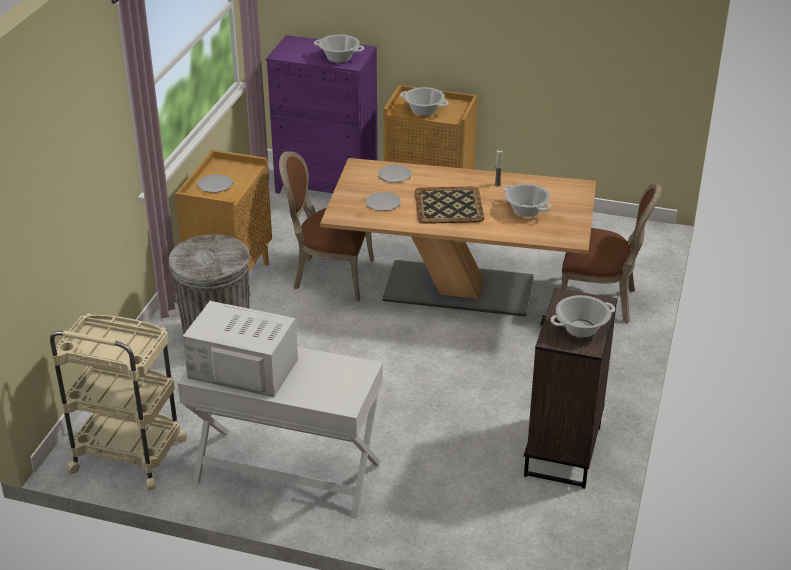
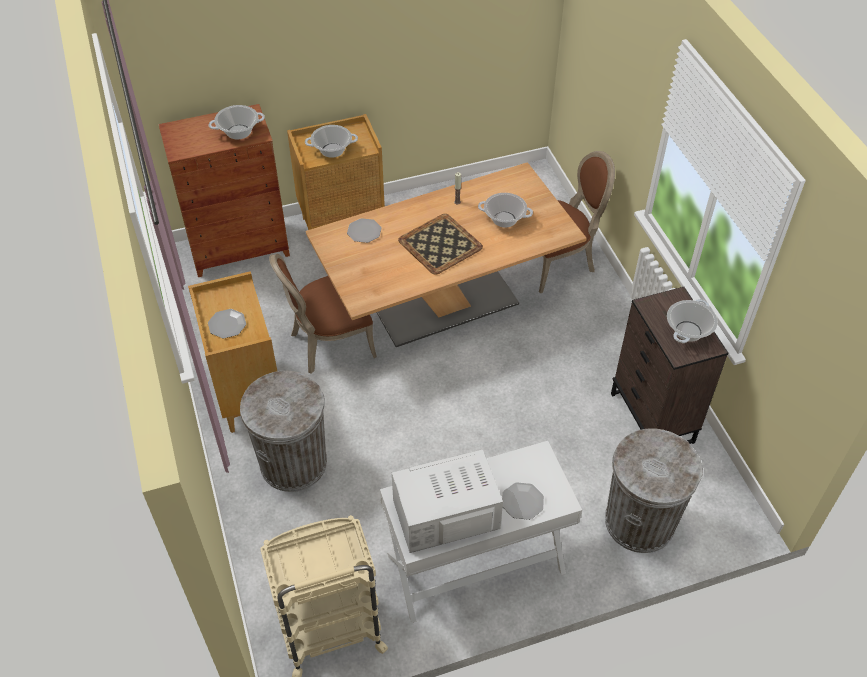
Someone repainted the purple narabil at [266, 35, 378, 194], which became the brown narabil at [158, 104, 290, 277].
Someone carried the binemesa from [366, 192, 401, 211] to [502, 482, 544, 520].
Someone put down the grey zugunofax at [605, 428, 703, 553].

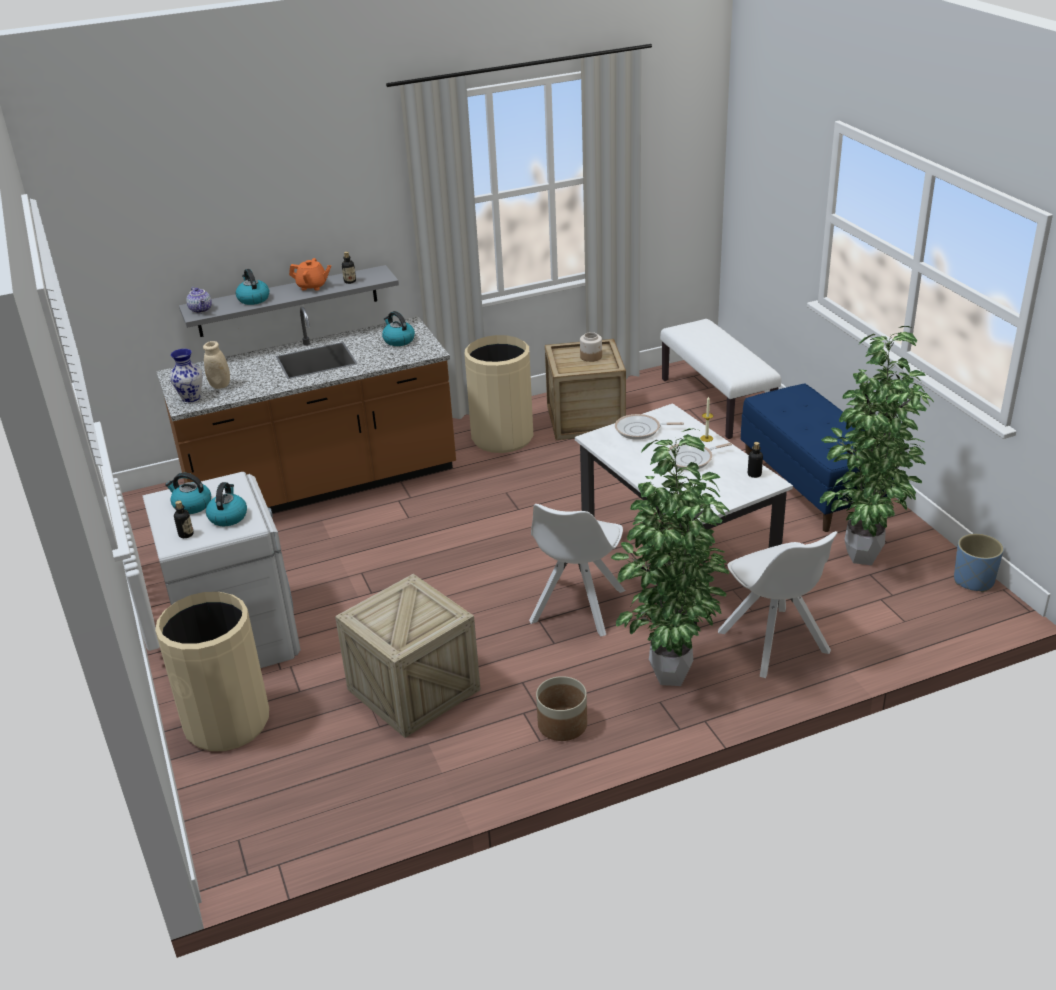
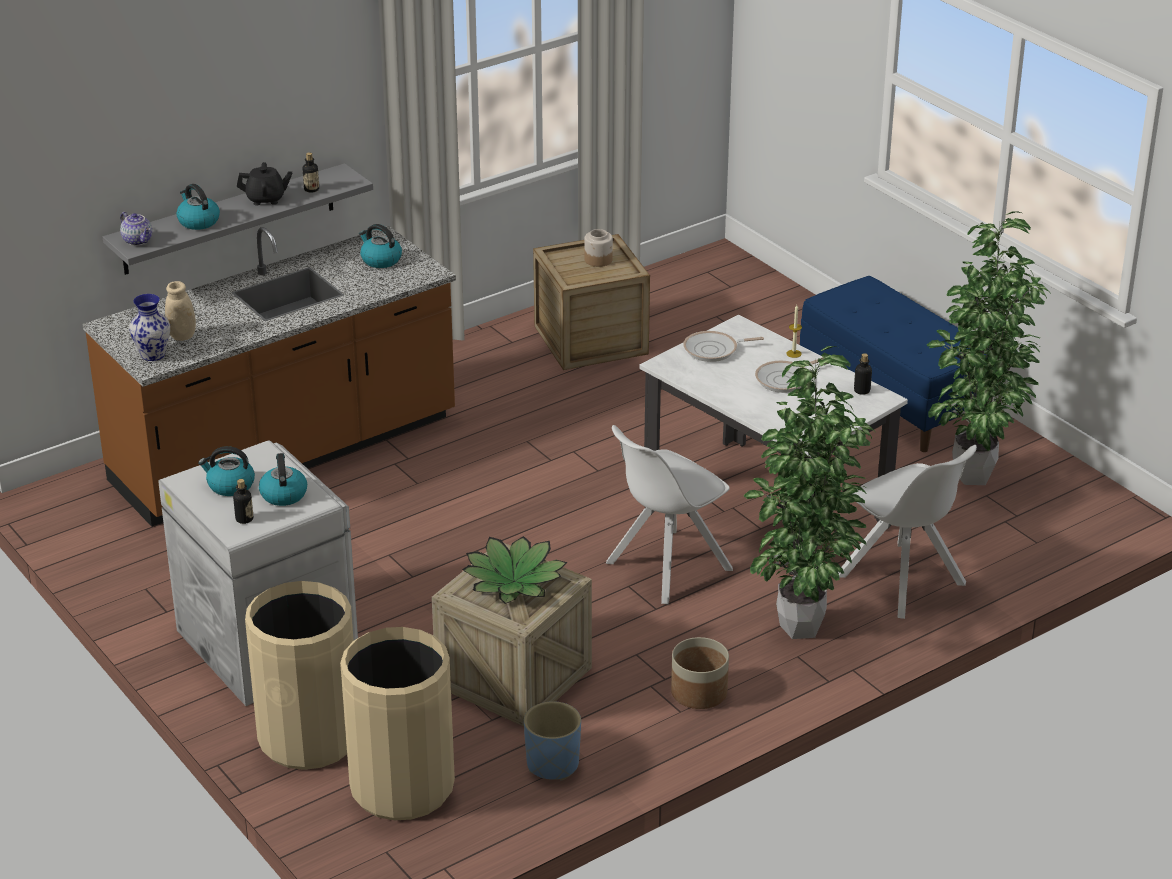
Someone repainted the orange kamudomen at [289, 258, 331, 291], which became the black kamudomen at [237, 162, 292, 206].
Someone carried the beige zugunofax from [465, 335, 534, 453] to [340, 627, 455, 820].
Someone put down the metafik at [462, 536, 568, 604].
Someone carried the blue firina from [954, 534, 1004, 592] to [524, 701, 581, 780].
Someone rotated the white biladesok at [529, 504, 625, 636] by 45 degrees clockwise.
Someone took away the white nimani at [660, 319, 781, 439].

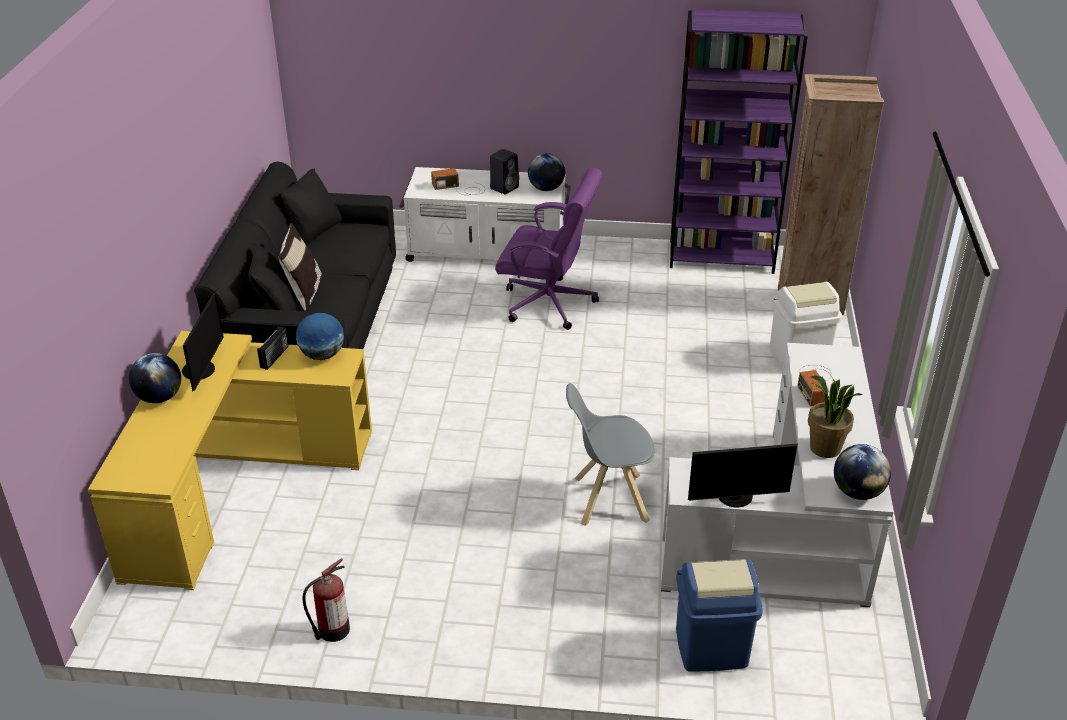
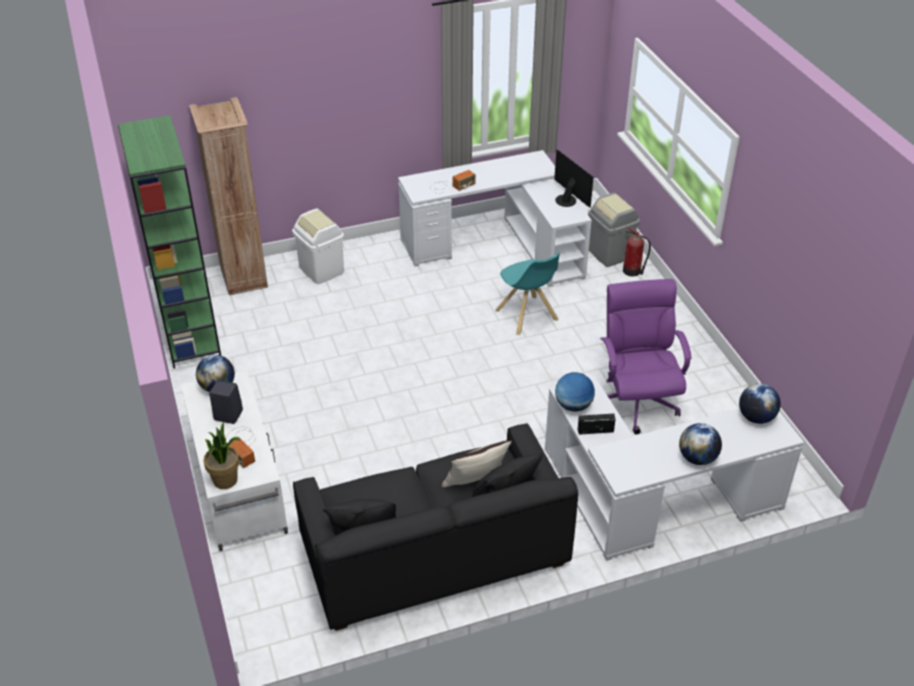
Someone repainted the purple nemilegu at [670, 9, 808, 274], which became the green nemilegu at [118, 115, 221, 368].
Someone carried the metafik from [808, 376, 863, 458] to [203, 422, 241, 489].
Someone repainted the grey biladesok at [566, 383, 655, 526], which became the turquoise biladesok at [495, 253, 560, 335].
Someone repainted the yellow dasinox at [88, 331, 372, 590], which became the white dasinox at [545, 377, 804, 560].
Someone repainted the blue zugunofax at [676, 559, 763, 672], which became the grey zugunofax at [588, 193, 640, 267].
Someone carried the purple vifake from [495, 168, 602, 330] to [600, 279, 691, 435].
Someone carried the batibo from [303, 558, 350, 642] to [623, 226, 651, 277].
Someone carried the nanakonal from [834, 444, 891, 500] to [739, 383, 781, 424].
Someone took away the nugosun at [182, 292, 223, 392].

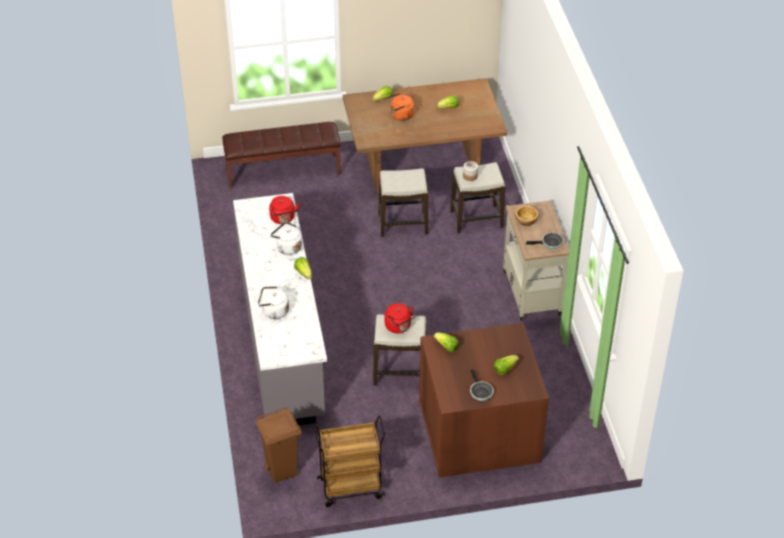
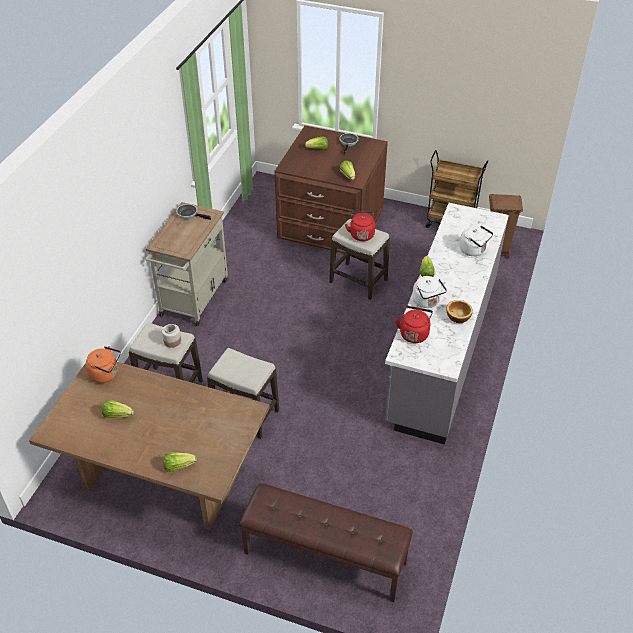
Someone carried the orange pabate from [388, 93, 414, 121] to [86, 346, 121, 383].
Someone carried the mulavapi from [515, 206, 538, 226] to [446, 300, 473, 323].

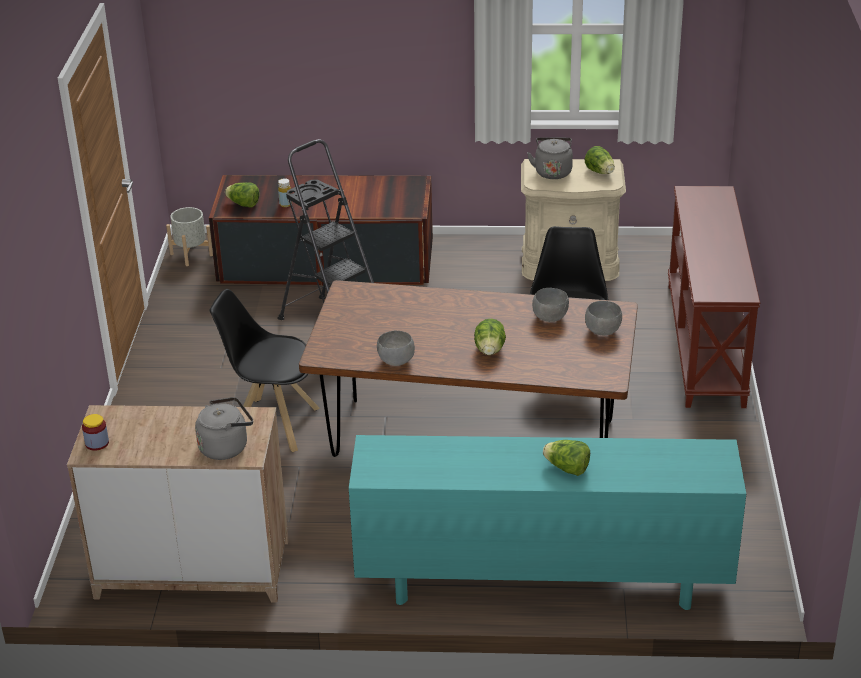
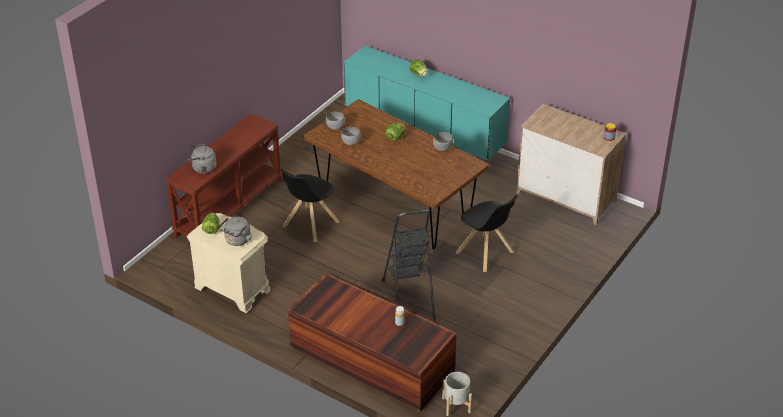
Someone carried the grey pabate from [195, 397, 253, 460] to [188, 144, 216, 174].
Someone took away the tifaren at [225, 182, 259, 208].

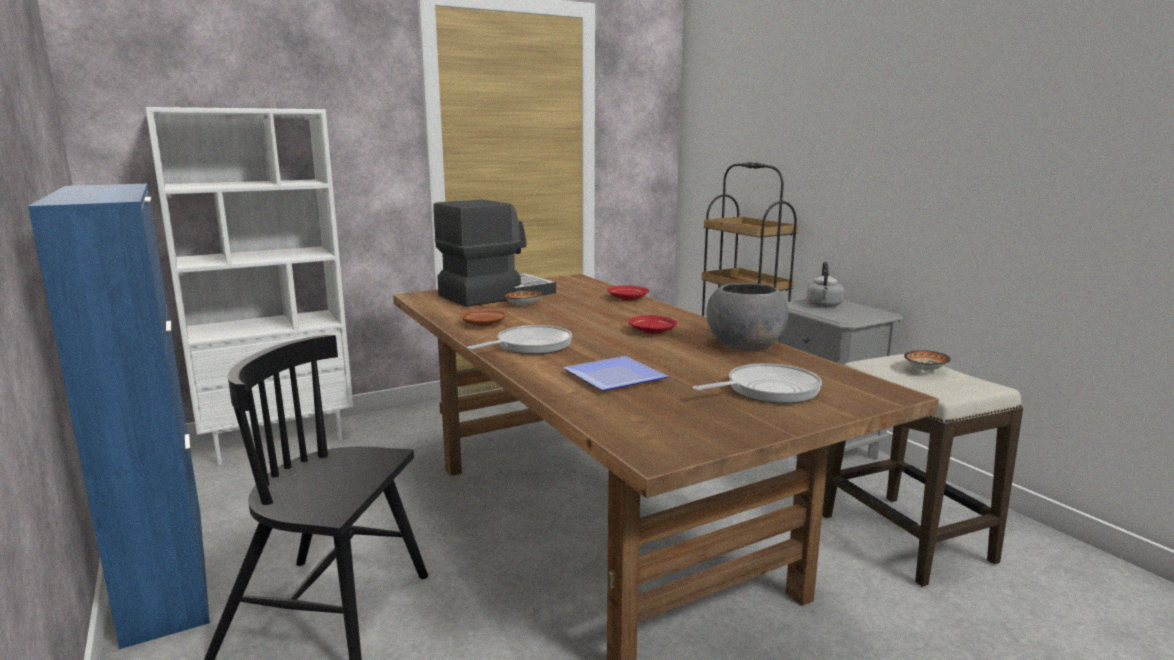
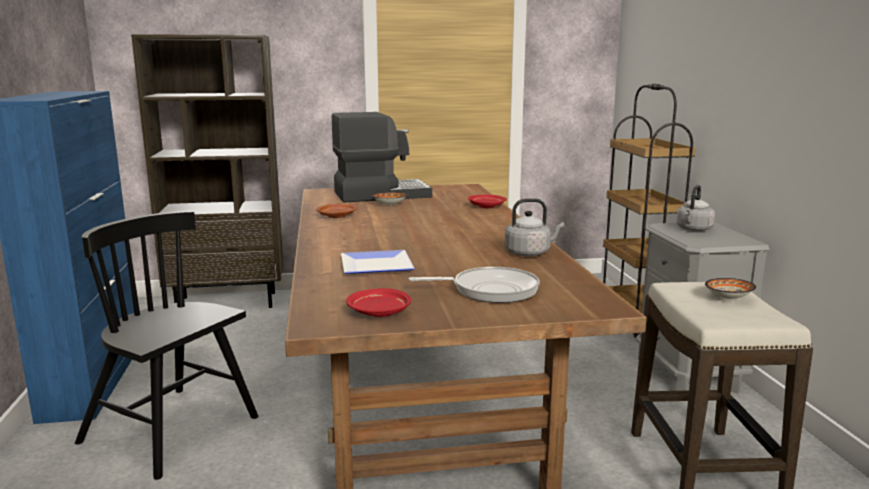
Someone repainted the white nemilegu at [145, 107, 353, 465], which became the brown nemilegu at [131, 34, 283, 308].
Someone carried the red binemesa from [628, 315, 678, 334] to [346, 288, 411, 317].
Someone swapped the grey mulavapi at [707, 283, 789, 351] for the grey pabate at [505, 198, 564, 256].
Someone took away the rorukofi at [467, 325, 572, 354].

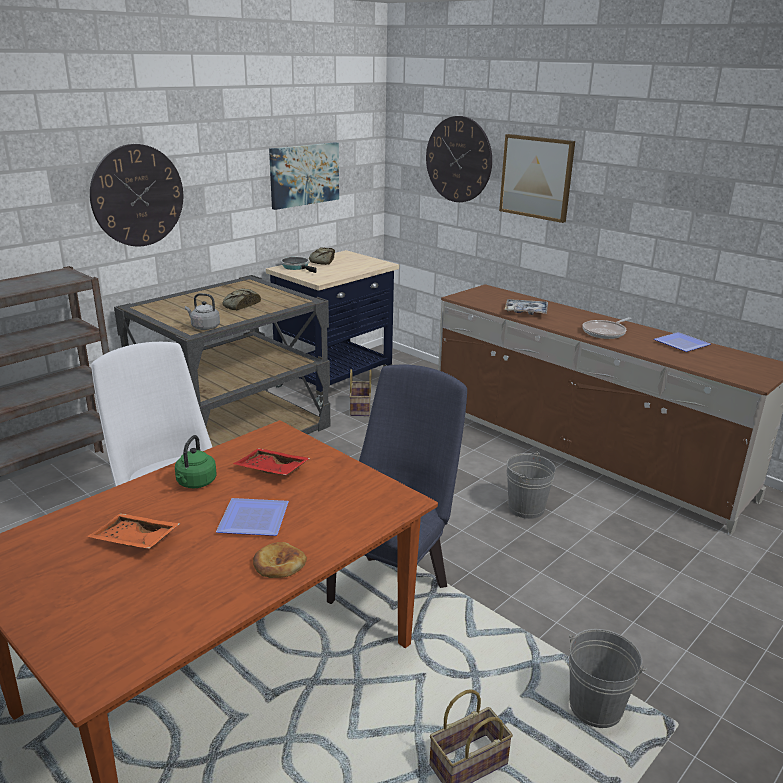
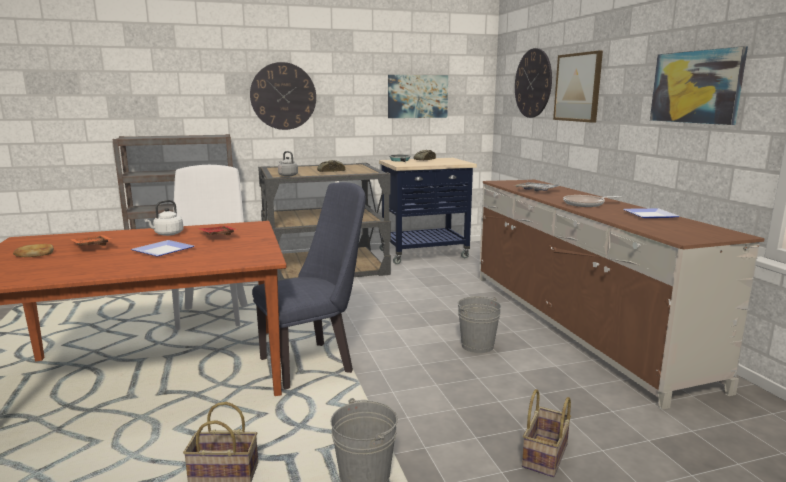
Someone carried the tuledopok from [253, 542, 307, 578] to [13, 244, 54, 257].
Someone repainted the green pabate at [175, 435, 217, 488], which became the white pabate at [145, 200, 183, 236].
Someone carried the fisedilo from [349, 369, 371, 416] to [522, 389, 571, 477].
Someone put up the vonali at [650, 46, 748, 125].

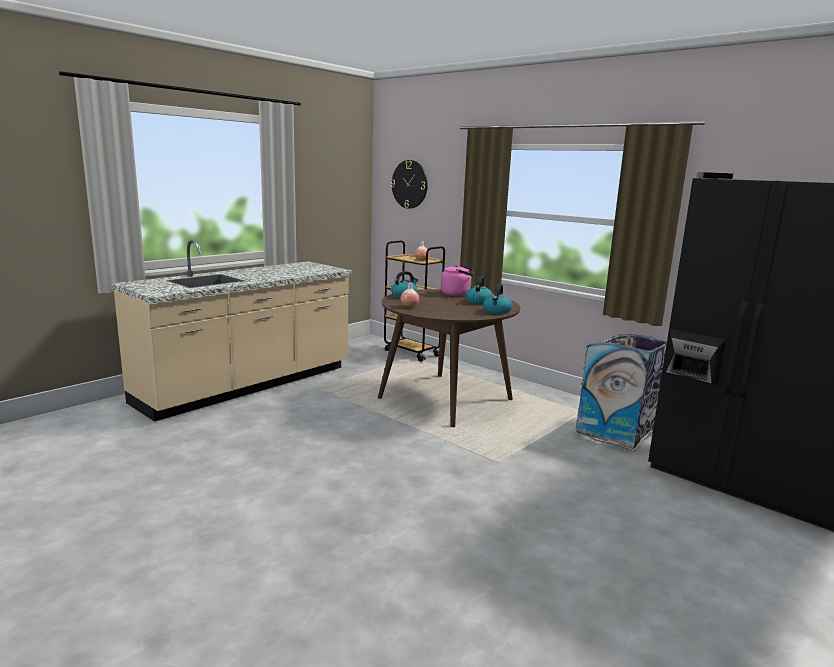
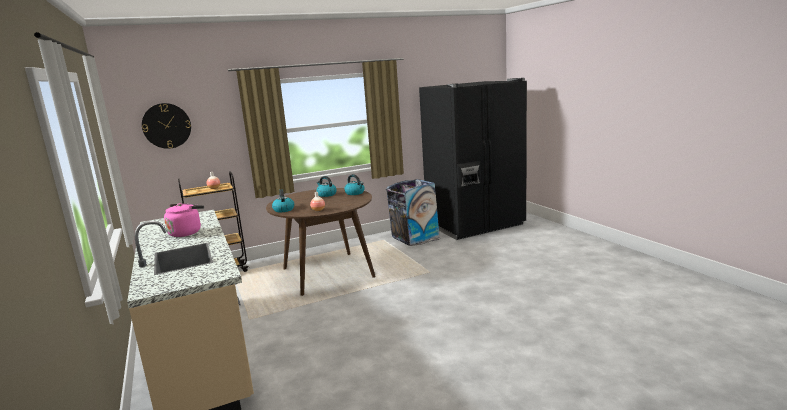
Someone carried the pink pabate from [441, 265, 474, 296] to [164, 203, 204, 237].

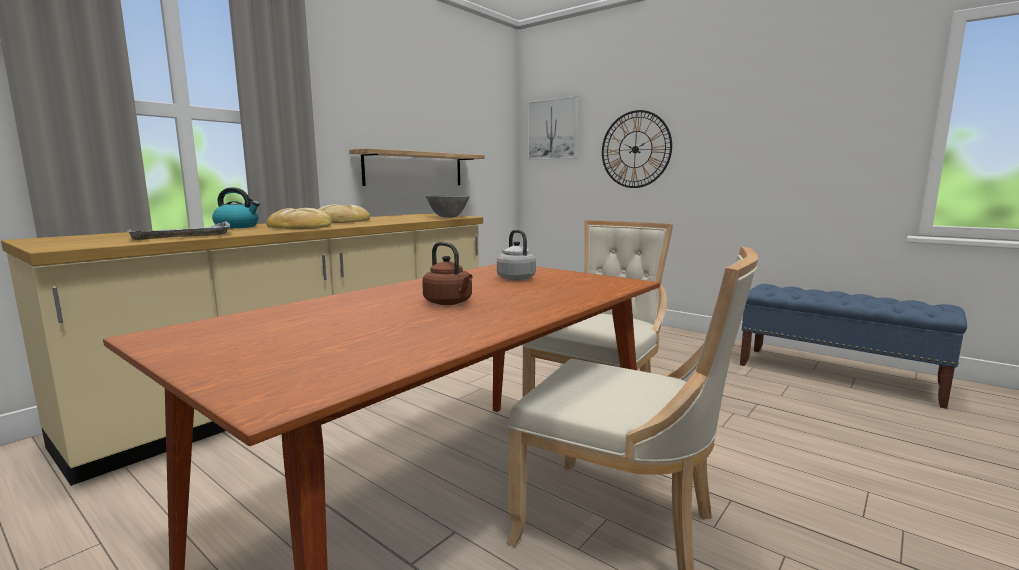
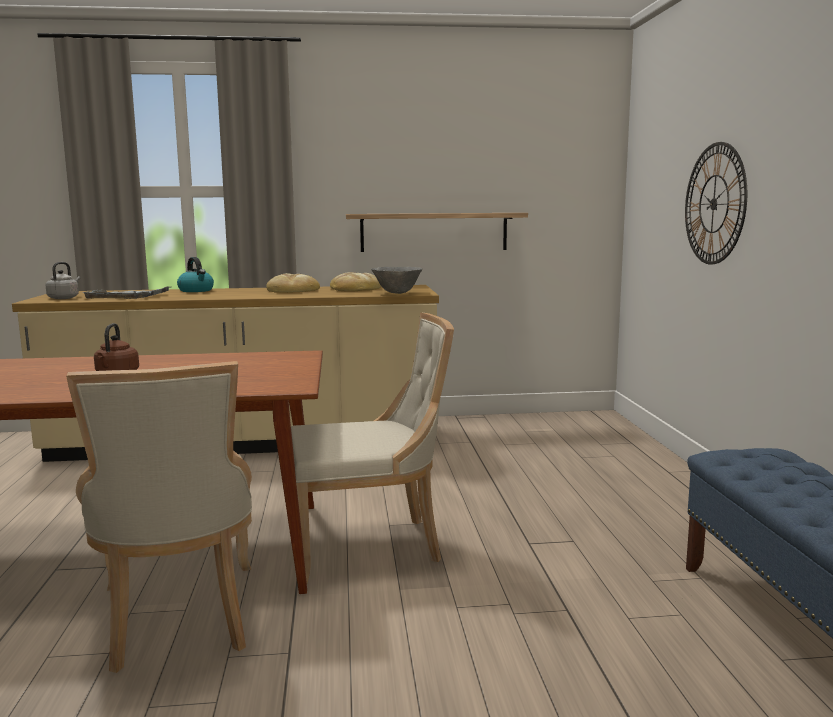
Someone carried the grey pabate from [497, 230, 536, 281] to [45, 262, 81, 299].
Someone carried the tuledopok from [266, 208, 332, 229] to [330, 272, 381, 292].
Someone took away the vonali at [528, 96, 579, 160].

